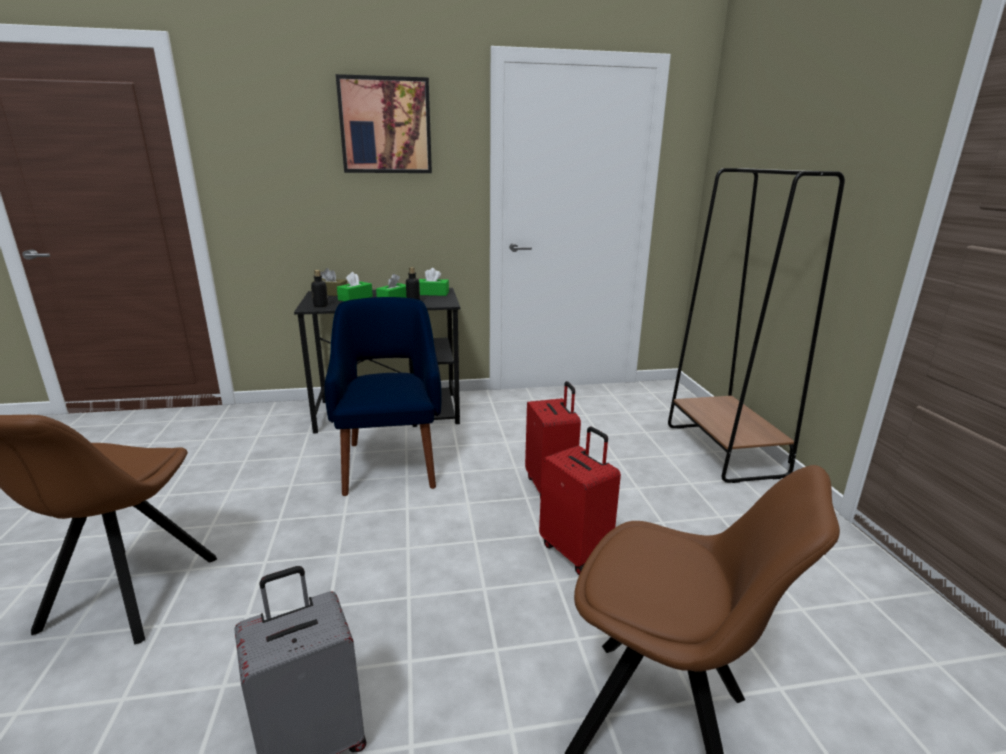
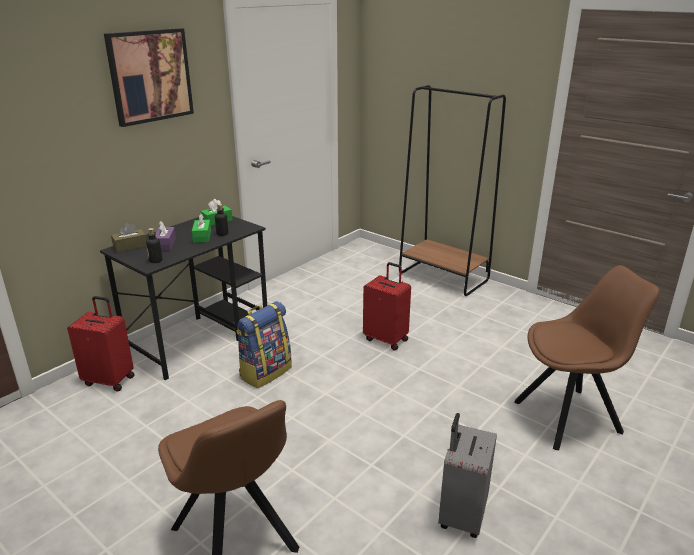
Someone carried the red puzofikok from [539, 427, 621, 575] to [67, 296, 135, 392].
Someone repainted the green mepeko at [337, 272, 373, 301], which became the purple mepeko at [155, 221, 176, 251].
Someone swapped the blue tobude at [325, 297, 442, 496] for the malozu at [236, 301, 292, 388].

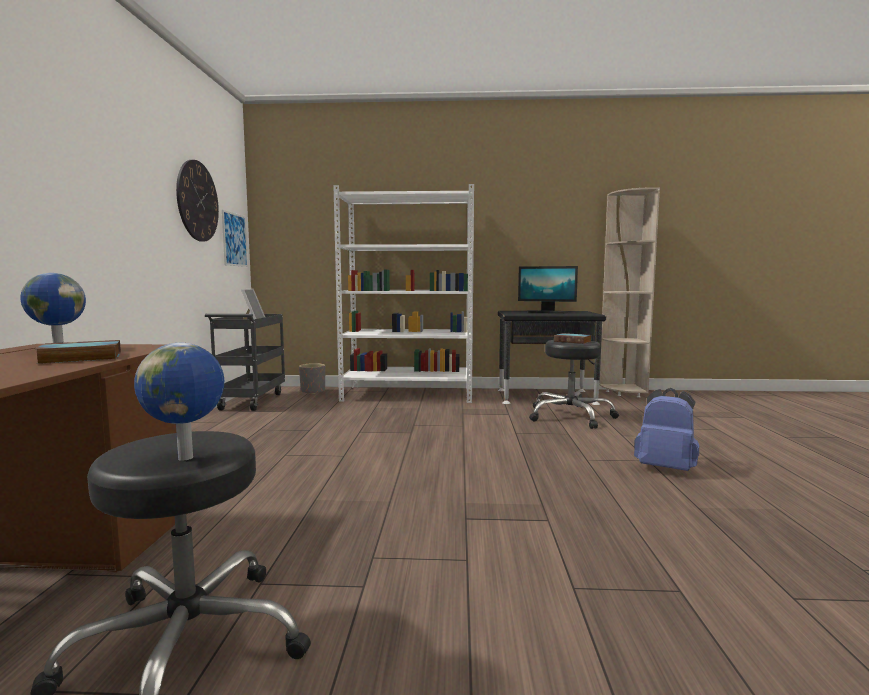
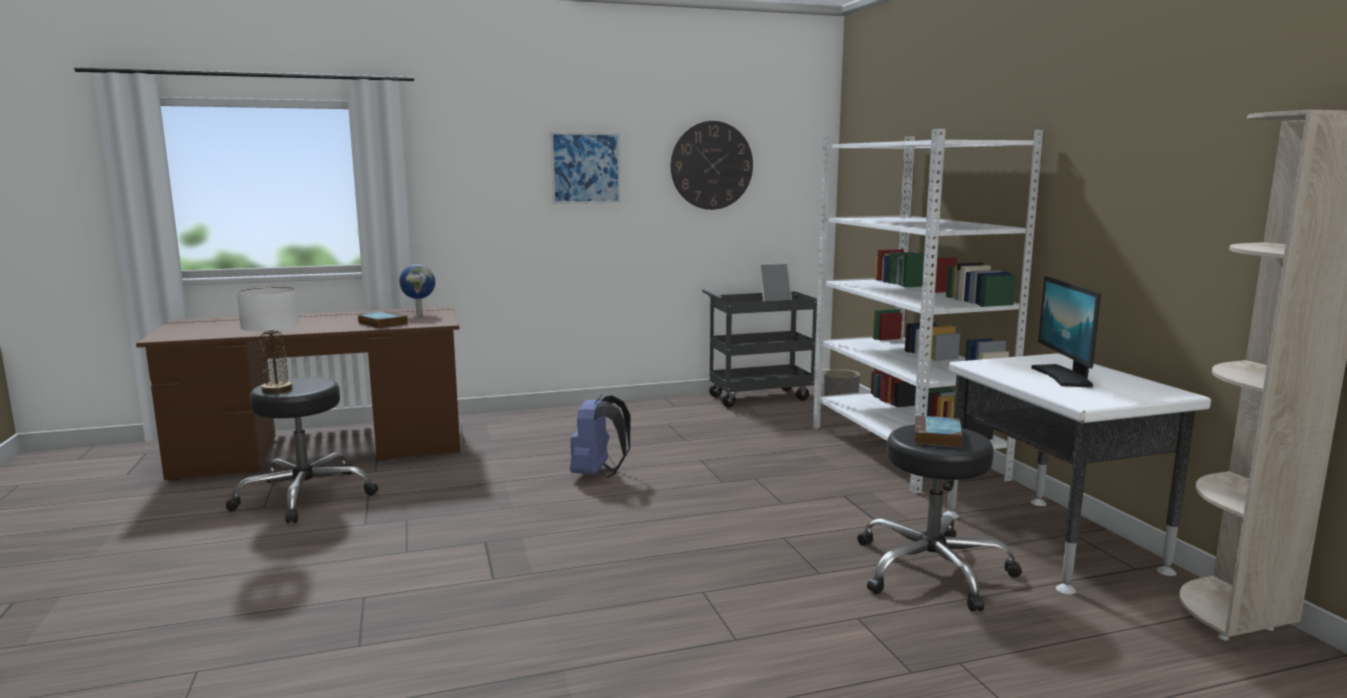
Someone swapped the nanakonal at [134, 343, 224, 461] for the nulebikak at [237, 287, 300, 394].
Someone carried the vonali from [222, 210, 248, 267] to [550, 132, 621, 204].
Someone carried the blue malozu from [634, 388, 699, 471] to [570, 395, 631, 478].
Someone repainted the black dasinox at [498, 311, 606, 405], which became the white dasinox at [943, 353, 1211, 594].

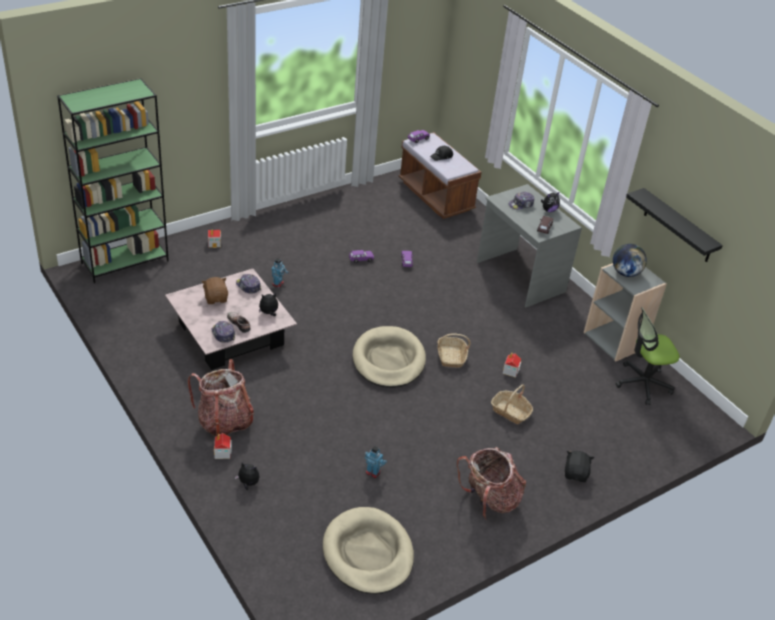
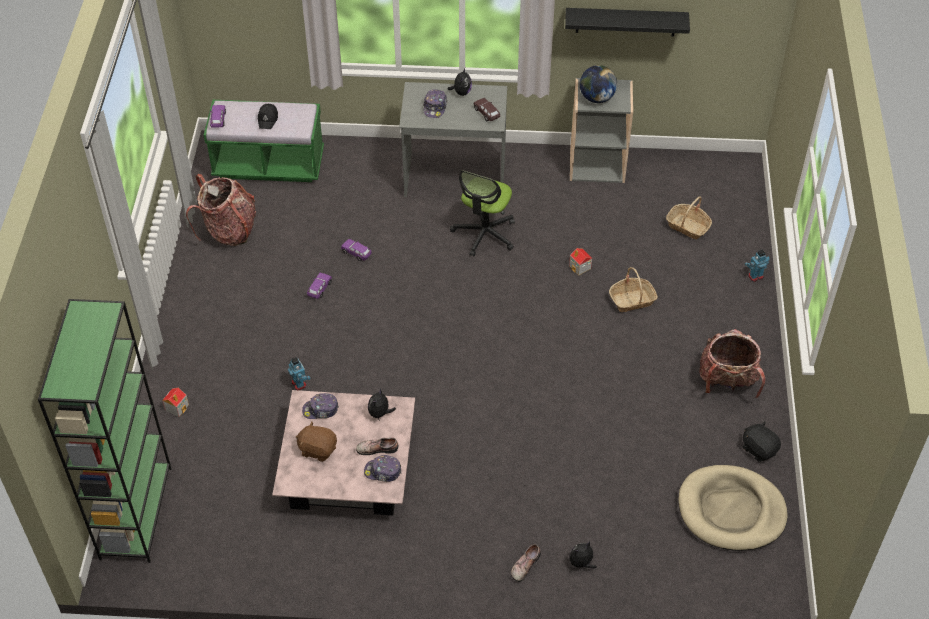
Someone carried the malozu from [188, 359, 254, 437] to [186, 174, 256, 246].
Someone repainted the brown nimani at [399, 132, 482, 219], which became the green nimani at [204, 100, 324, 182].
Someone carried the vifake from [615, 307, 679, 405] to [450, 170, 515, 257].
Someone swapped the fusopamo at [214, 433, 232, 459] for the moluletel at [511, 544, 541, 582].
Someone carried the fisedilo from [437, 333, 471, 368] to [666, 197, 712, 239].
Someone carried the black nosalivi from [565, 451, 594, 482] to [743, 422, 781, 462].
Someone carried the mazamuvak from [365, 446, 387, 478] to [745, 249, 770, 282].
Someone took away the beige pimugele at [352, 326, 426, 388].

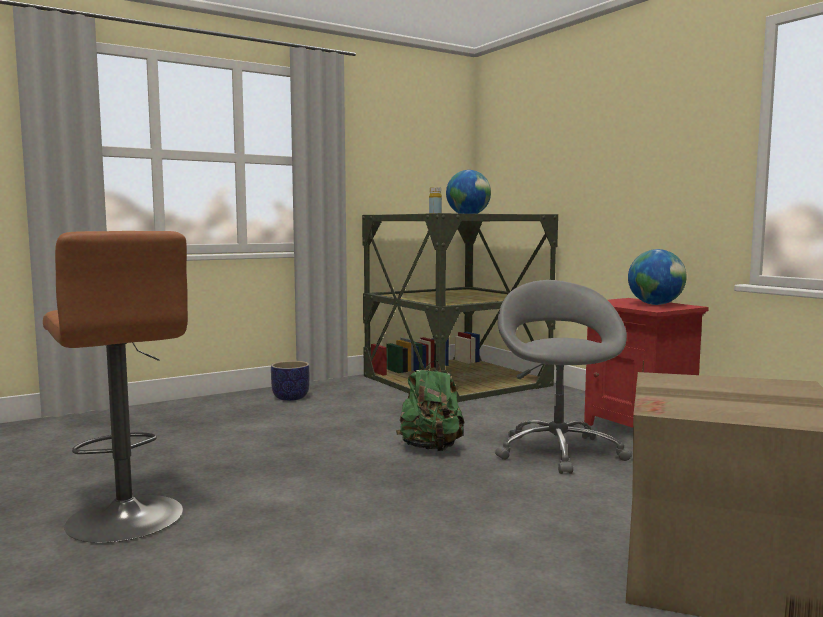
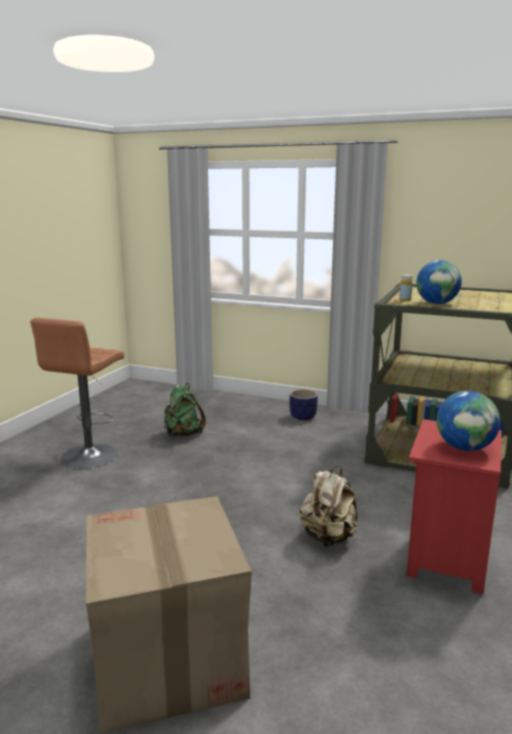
Someone carried the green malozu from [396, 360, 464, 451] to [164, 383, 206, 437].
Someone swapped the grey vifake at [495, 280, 632, 474] for the beige malozu at [300, 466, 357, 547].

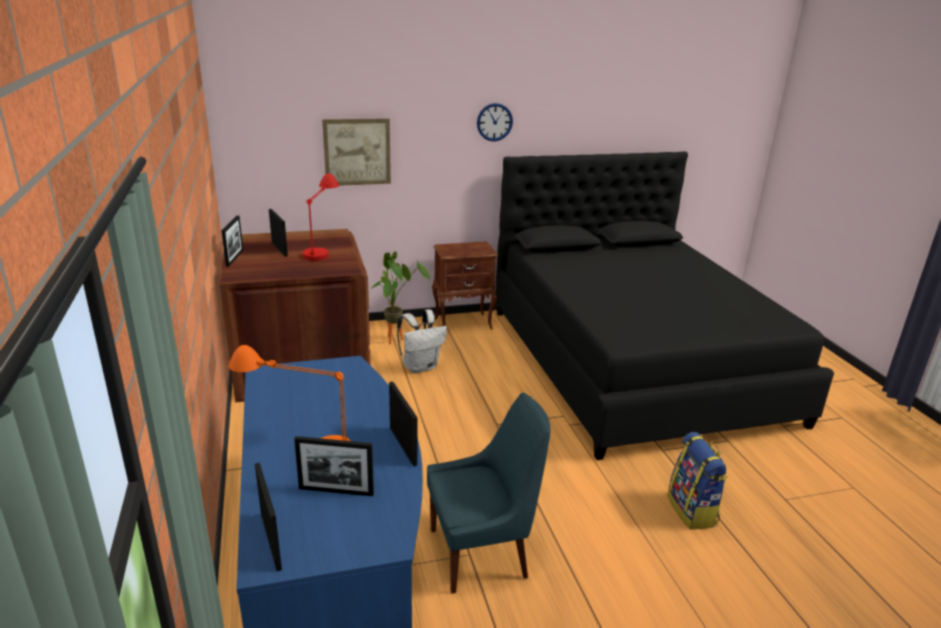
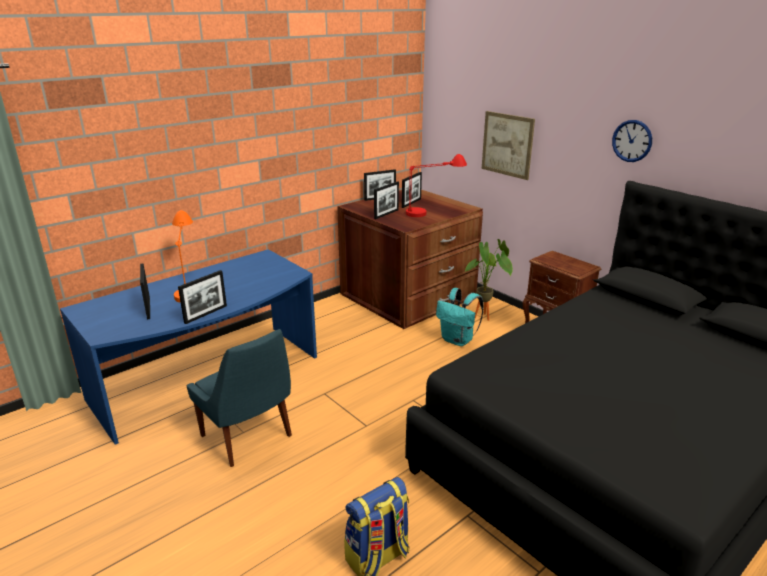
Someone carried the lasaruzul from [255, 463, 282, 571] to [374, 181, 399, 219].
Someone repainted the white malozu at [397, 309, 447, 373], which became the turquoise malozu at [436, 288, 484, 346].

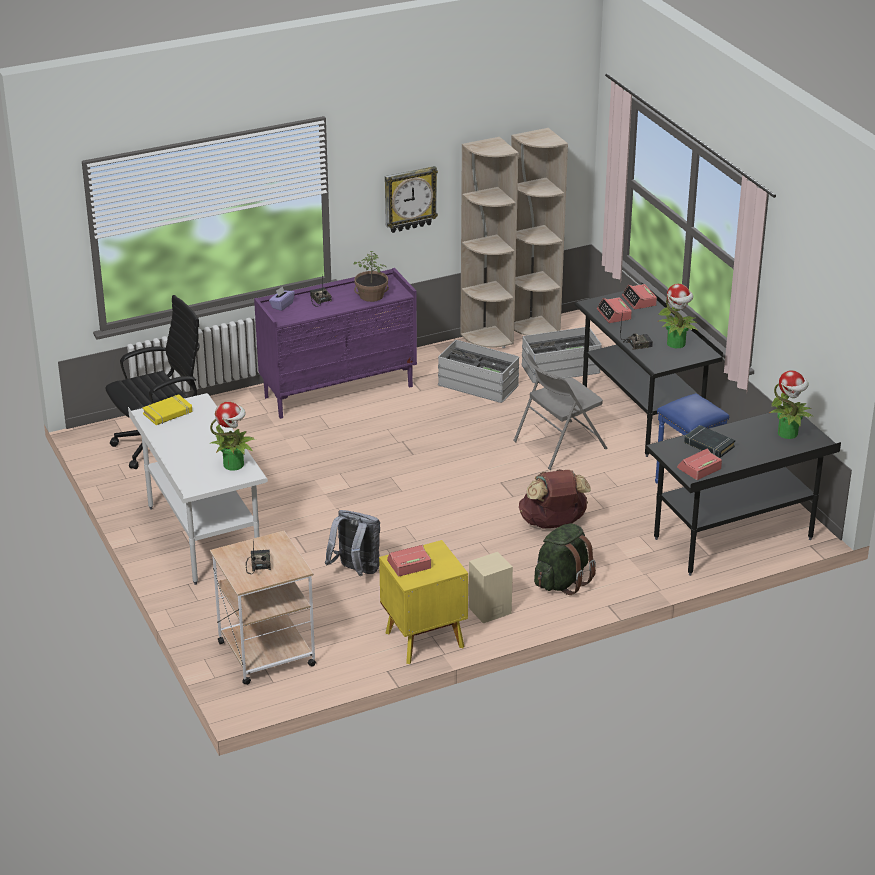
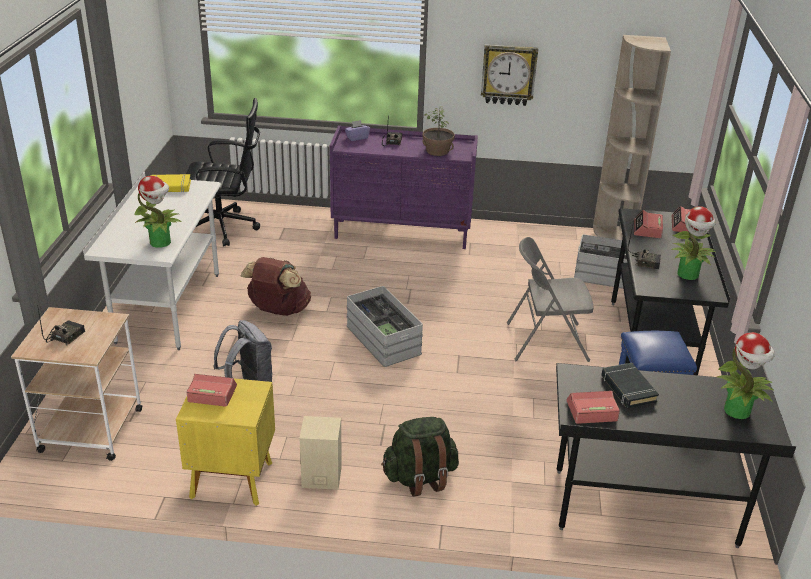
Someone carried the brown malozu from [519, 469, 591, 529] to [241, 257, 311, 316].
Someone carried the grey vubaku from [438, 340, 519, 403] to [347, 286, 423, 367].
Someone took away the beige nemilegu at [460, 137, 519, 348].

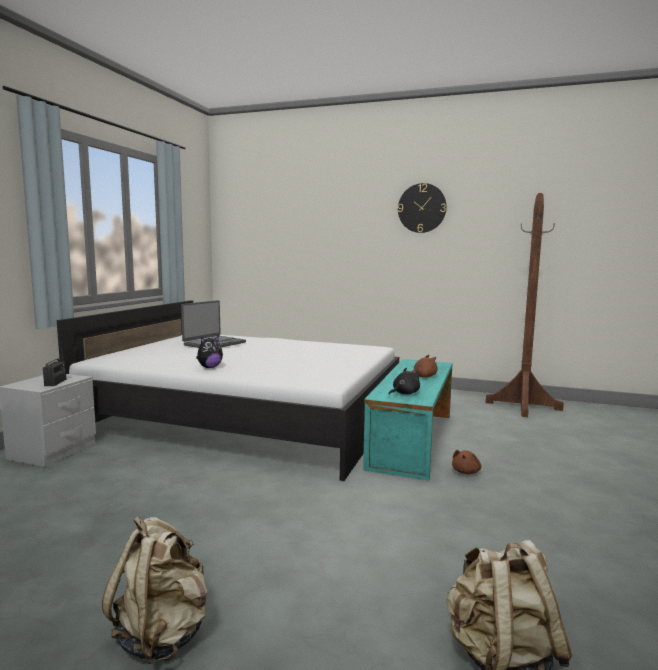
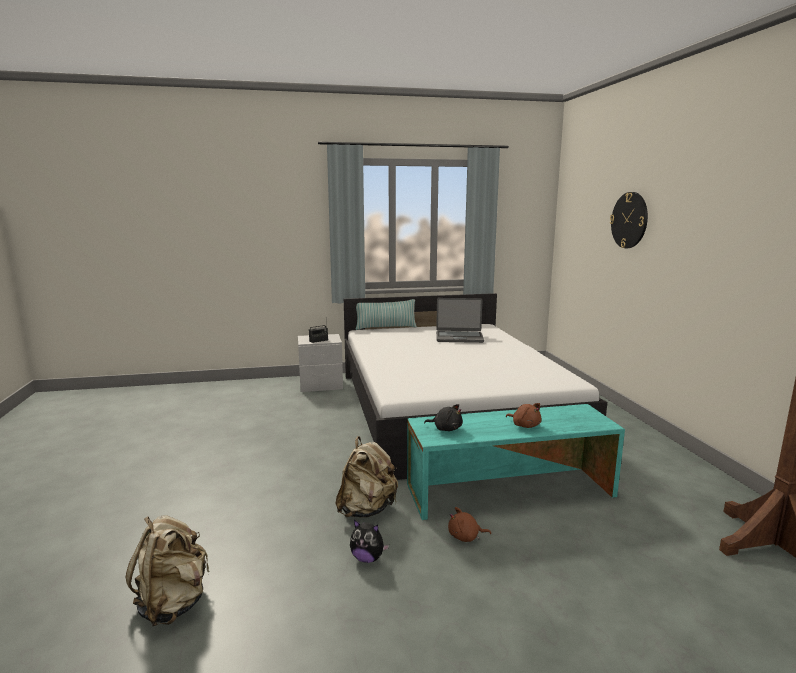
Someone carried the beige malozu from [102, 516, 208, 664] to [336, 436, 398, 518].
Someone carried the nosalivi from [196, 335, 223, 368] to [350, 520, 389, 563].
Someone put down the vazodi at [356, 299, 417, 330].
Someone carried the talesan from [398, 183, 447, 233] to [610, 192, 648, 248].

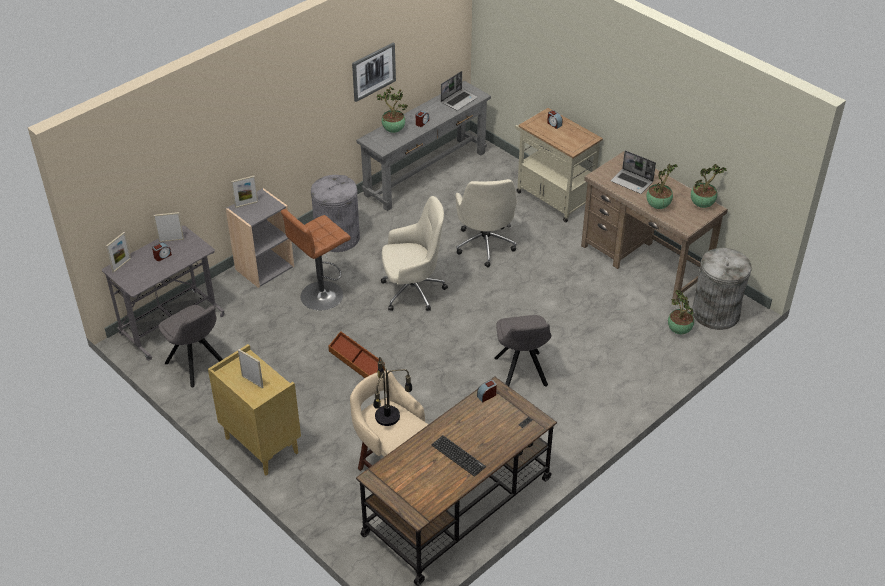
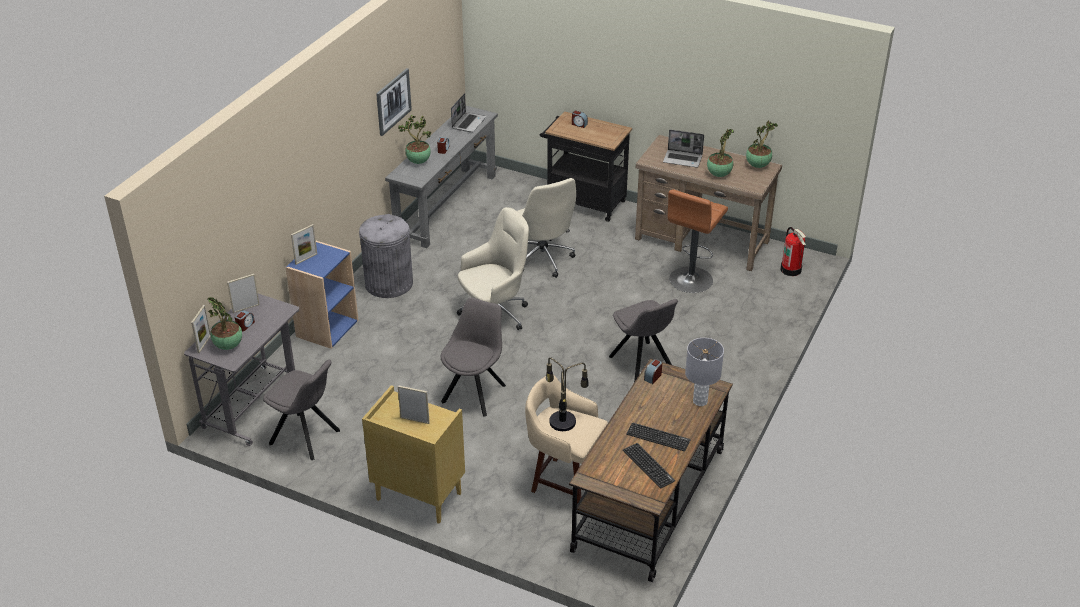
Someone carried the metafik from [668, 290, 694, 334] to [207, 297, 242, 350].
Someone repainted the grey nemilegu at [226, 188, 294, 288], which became the blue nemilegu at [285, 241, 358, 349].
Someone swapped the brown vubaku at [328, 331, 385, 378] for the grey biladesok at [441, 297, 506, 416].
Someone repainted the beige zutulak at [515, 108, 603, 222], which became the black zutulak at [540, 111, 632, 222].
Someone put down the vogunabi at [623, 443, 675, 488].
Someone carried the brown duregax from [281, 209, 350, 310] to [668, 189, 728, 293].
Someone put down the grey nulebikak at [685, 338, 724, 406].
Someone swapped the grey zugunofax at [692, 248, 751, 330] for the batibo at [780, 227, 806, 276].

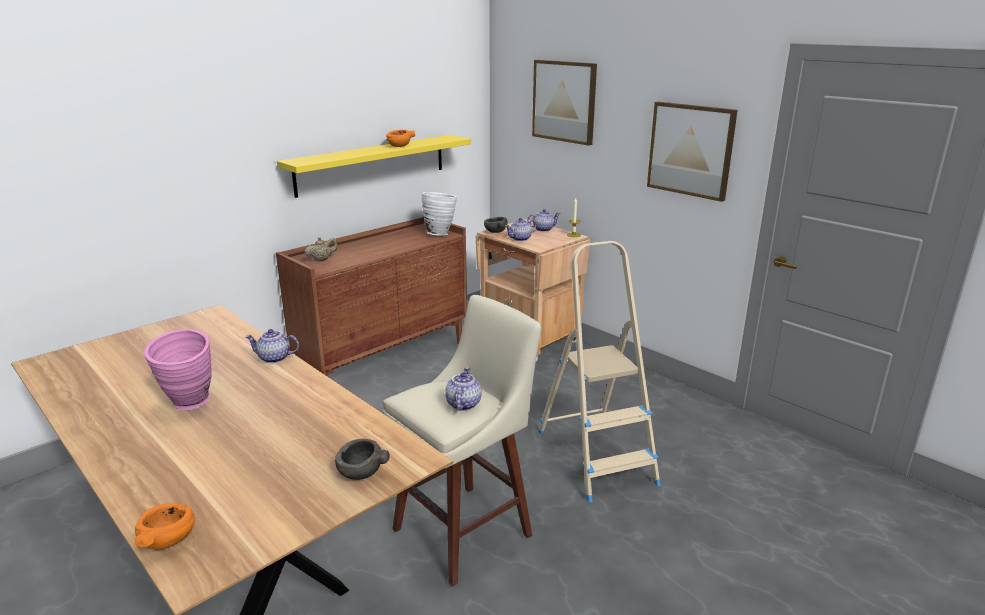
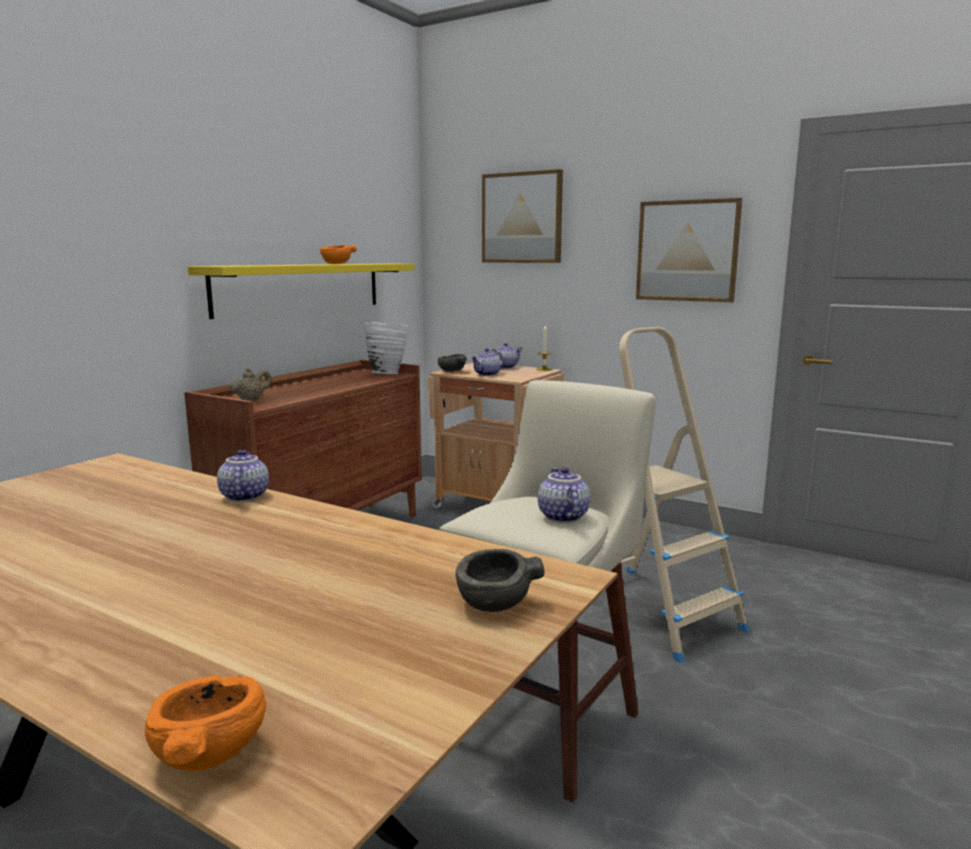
Someone rotated the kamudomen at [245, 329, 299, 363] by 90 degrees clockwise.
Someone took away the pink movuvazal at [144, 329, 212, 410].

